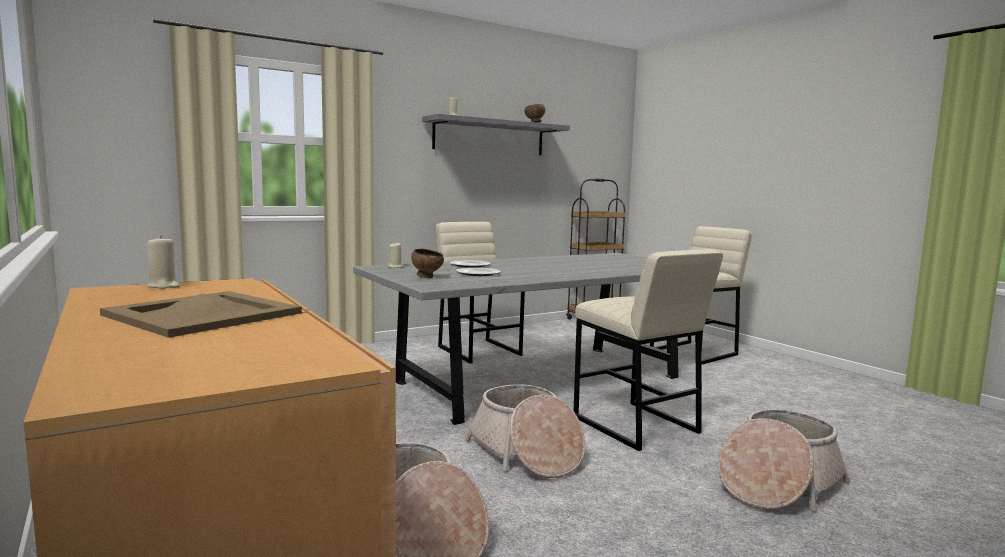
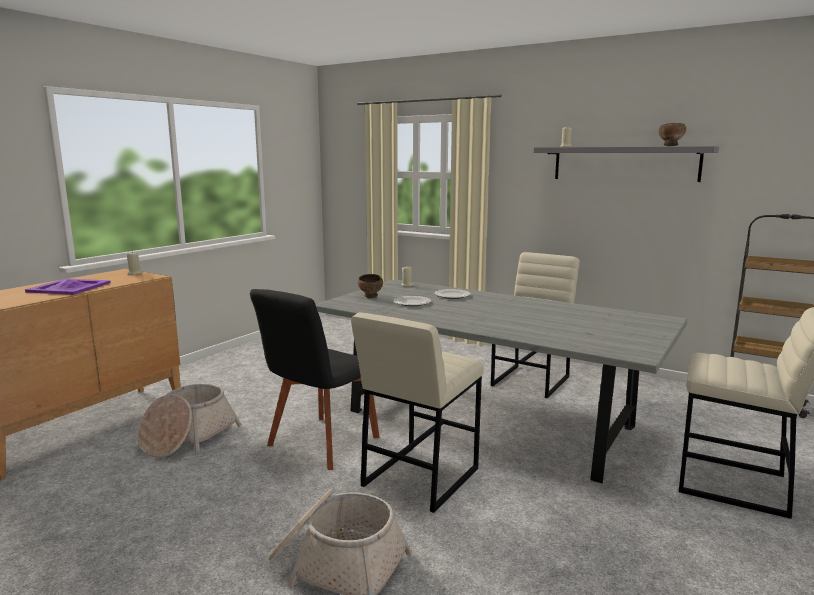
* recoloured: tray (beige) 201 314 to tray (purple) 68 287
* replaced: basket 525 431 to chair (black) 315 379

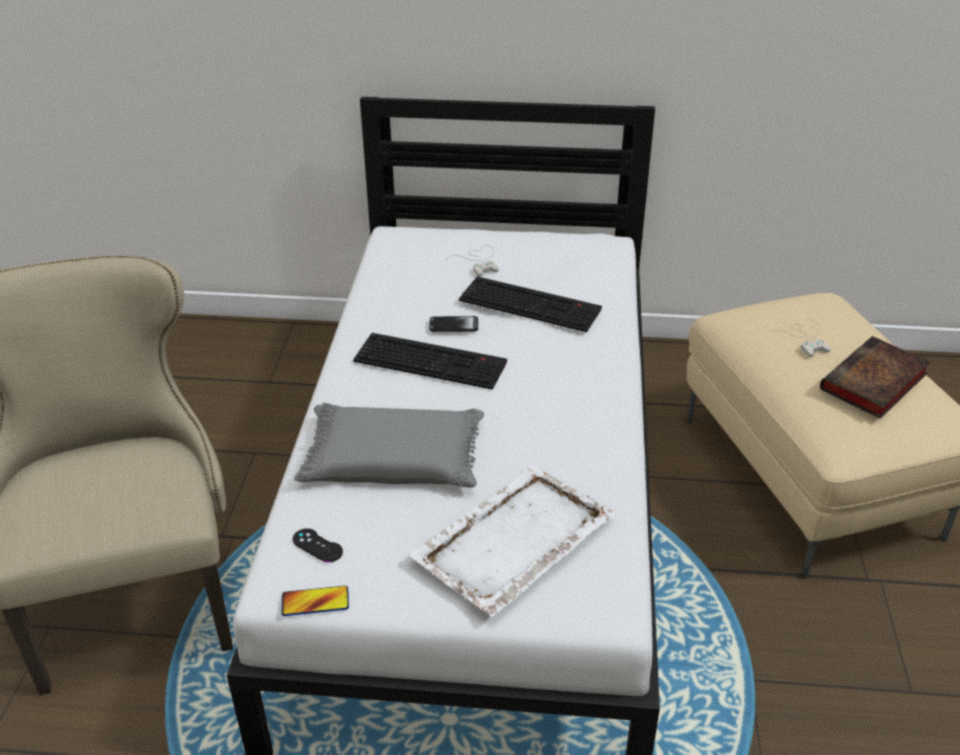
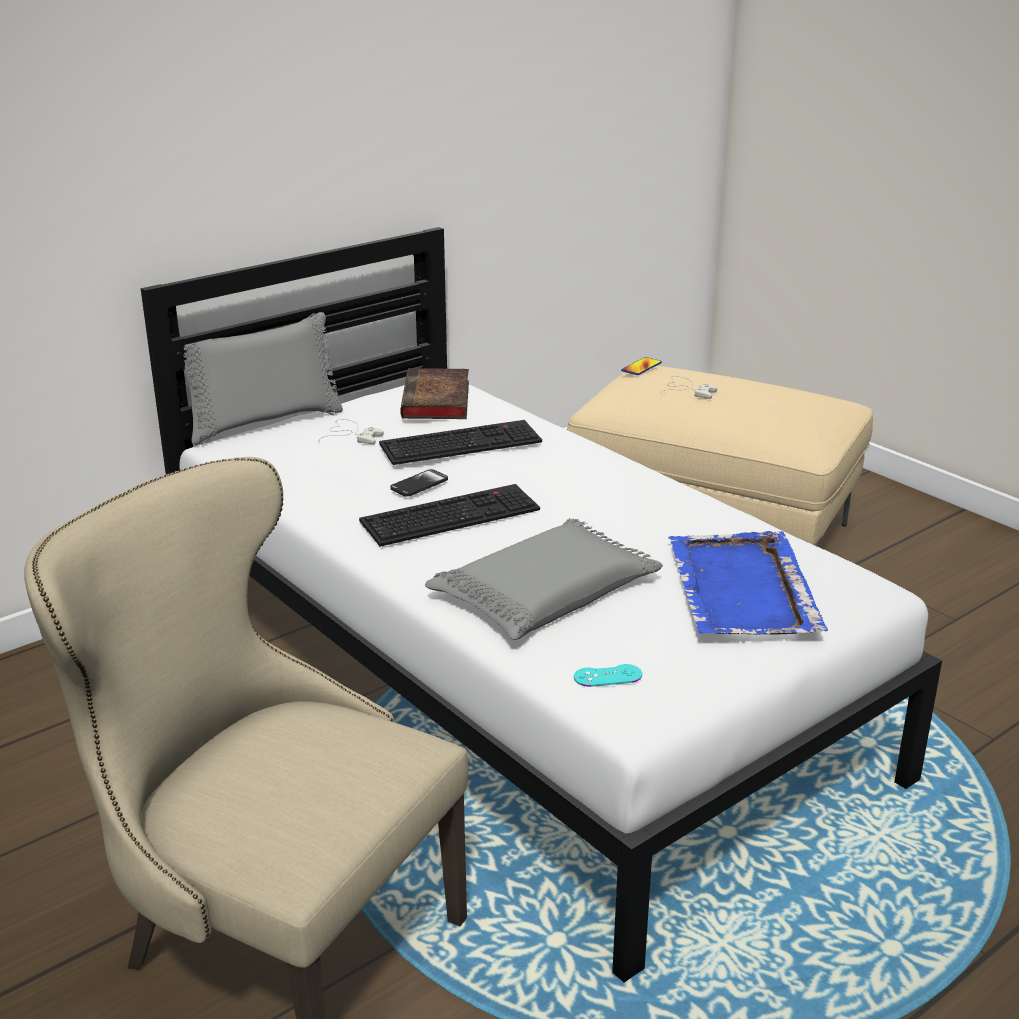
* moved: book 875 377 to 434 393
* recoloured: tray (white) 512 541 to tray (blue) 748 583
* recoloured: game controller (black) 317 545 to game controller (turquoise) 608 675
* moved: phone 315 601 to 641 366
* added: pillow (grey) 263 378

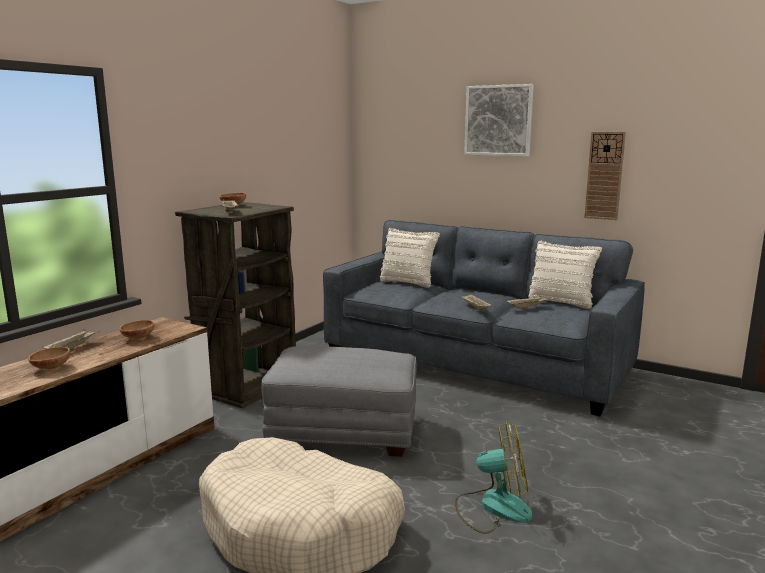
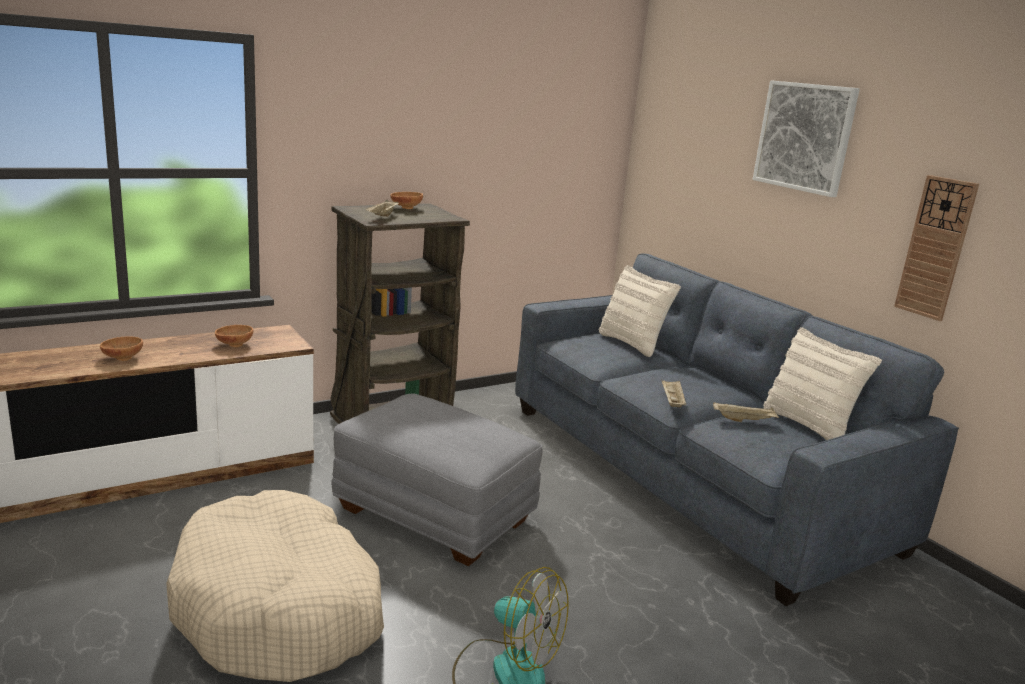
* removed: tray (beige) 71 340

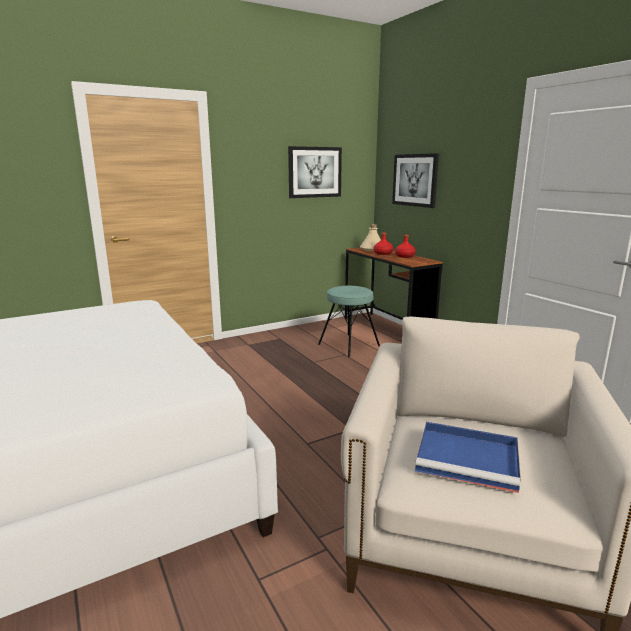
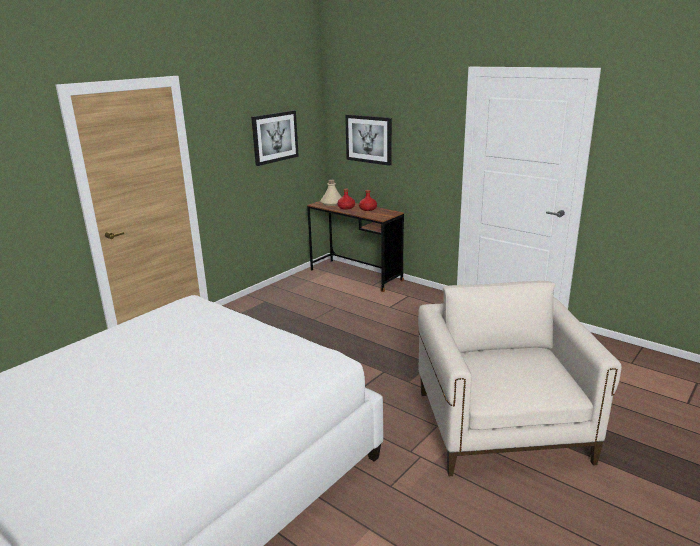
* removed: stool (turquoise) 349 321
* removed: tray (blue) 468 457

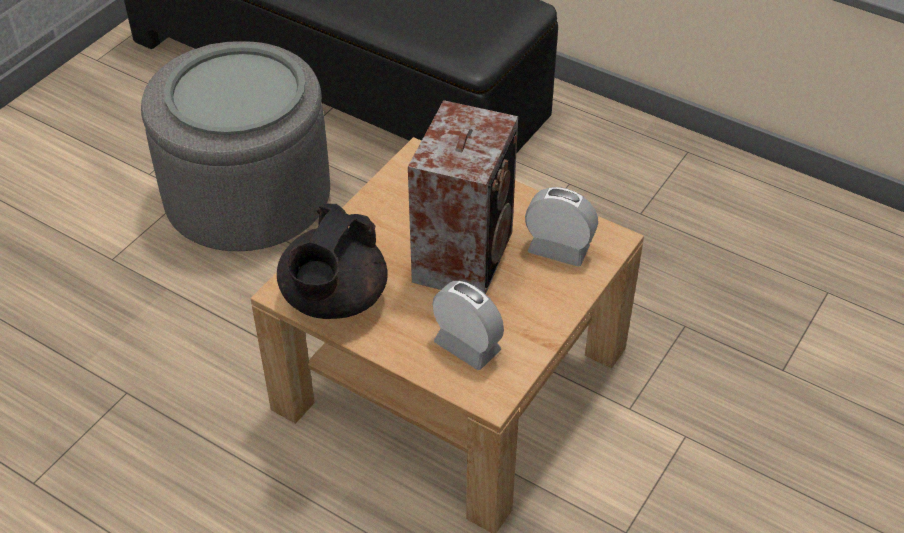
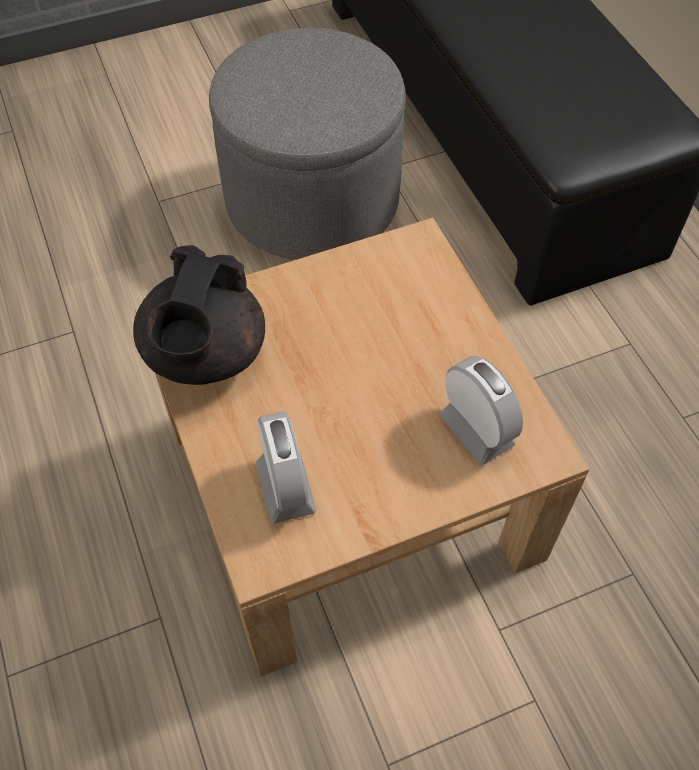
* removed: tray (grey) 234 89
* removed: speaker 463 197
* turned: teapot (black) 332 261 = 199 315 45 degrees counterclockwise

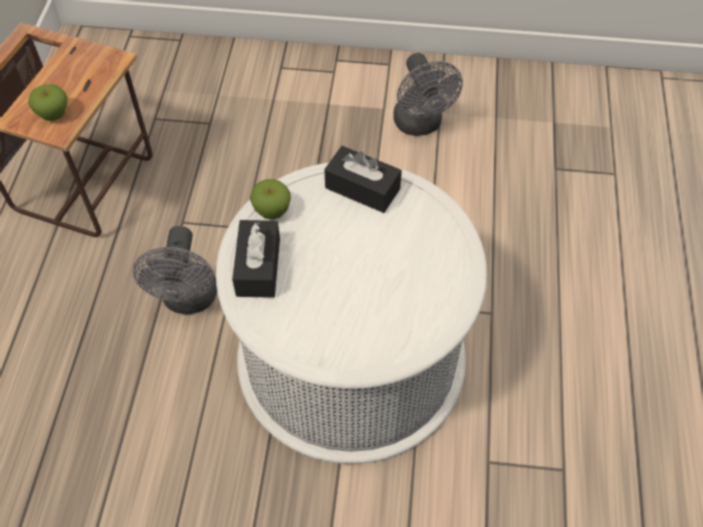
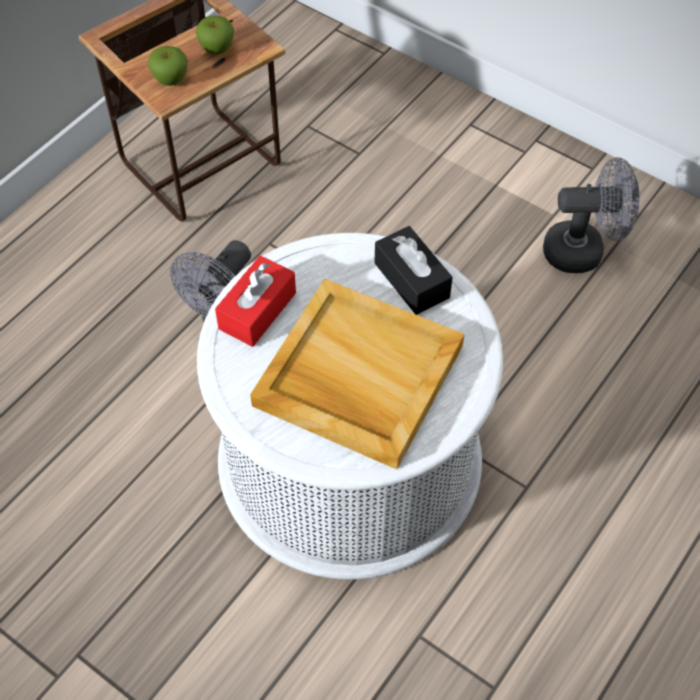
* turned: fan (grey) 428 94 = 591 215 105 degrees counterclockwise
* moved: apple 270 199 to 214 35
* recoloured: tissue box (black) 256 259 to tissue box (red) 255 301
* added: tray (beige) 357 374

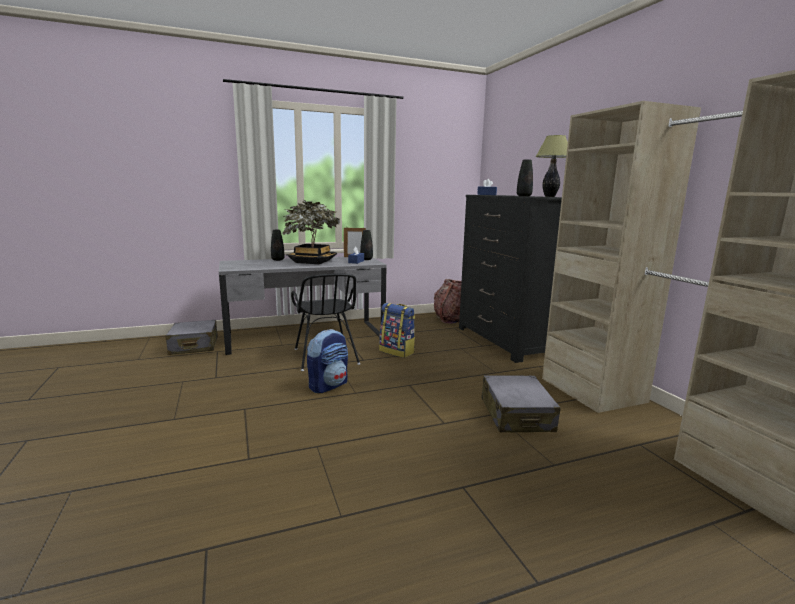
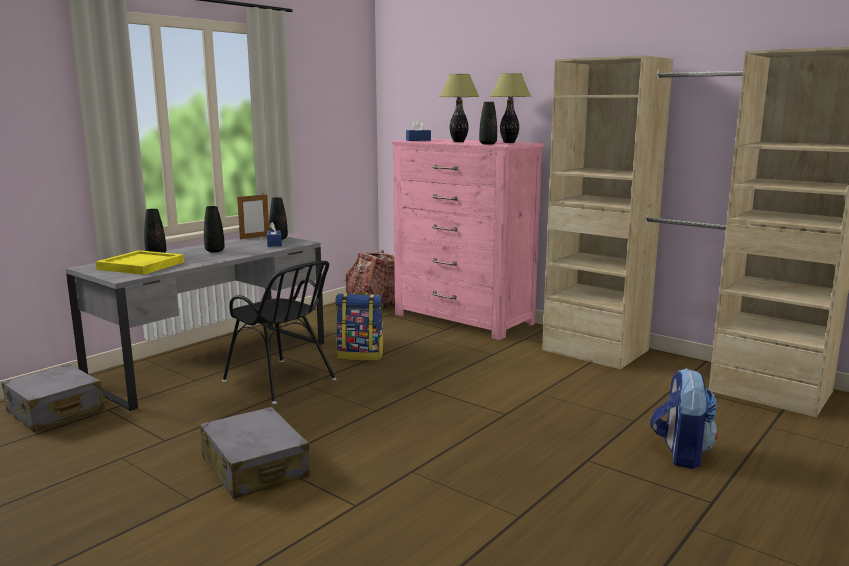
* recoloured: dresser (black) 510 279 to dresser (pink) 468 239
* replaced: potted plant 311 232 to vase (black) 214 229
* moved: backpack 327 361 to 684 418
* moved: suitcase (grey) 521 403 to 255 453
* added: table lamp 459 108
* added: tray (yellow) 140 262

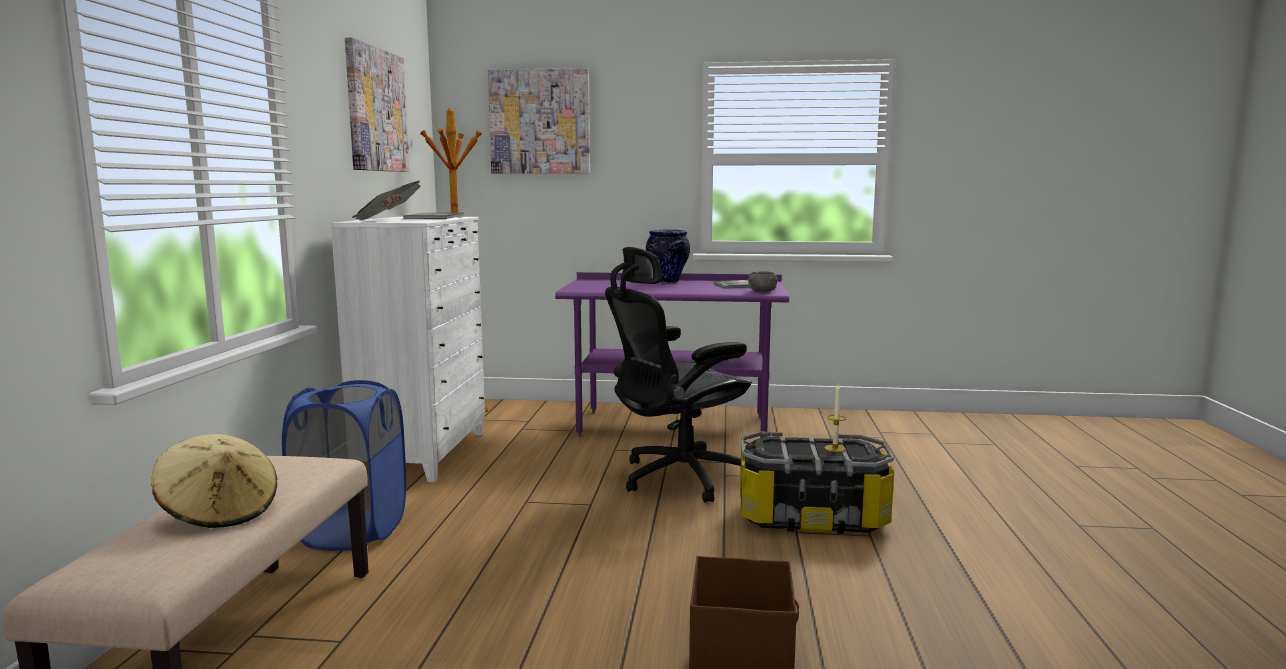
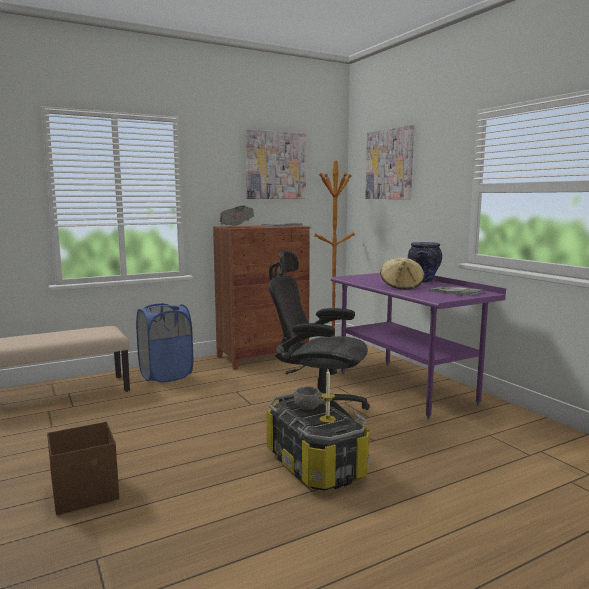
* recoloured: dresser (white) 408 349 to dresser (brown) 262 297
* moved: bowl (grey) 762 281 to 307 398
* moved: hat (beige) 214 481 to 402 274

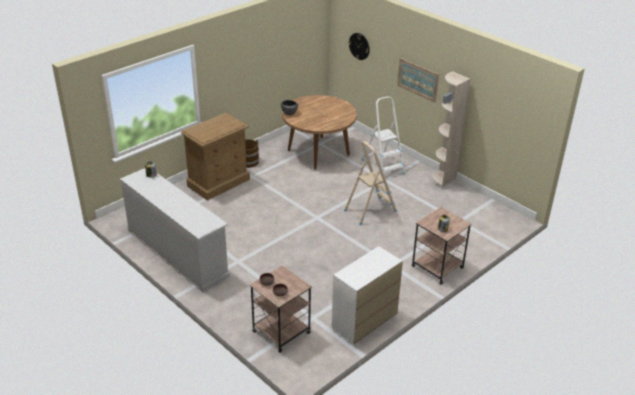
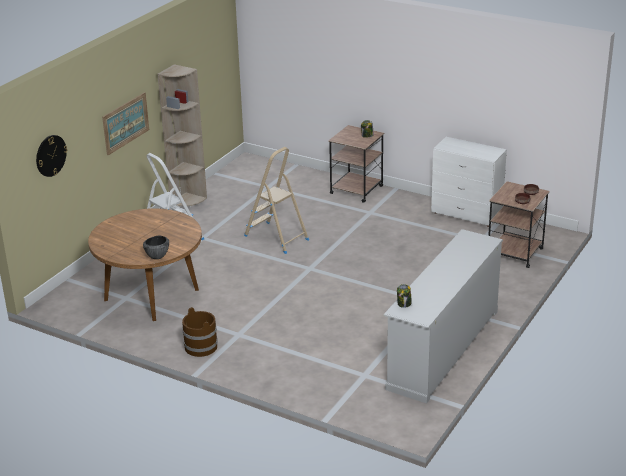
* removed: dresser (brown) 215 156

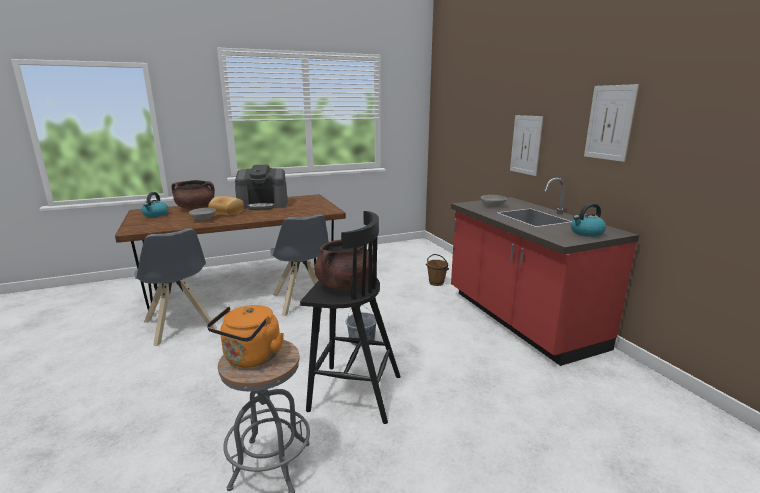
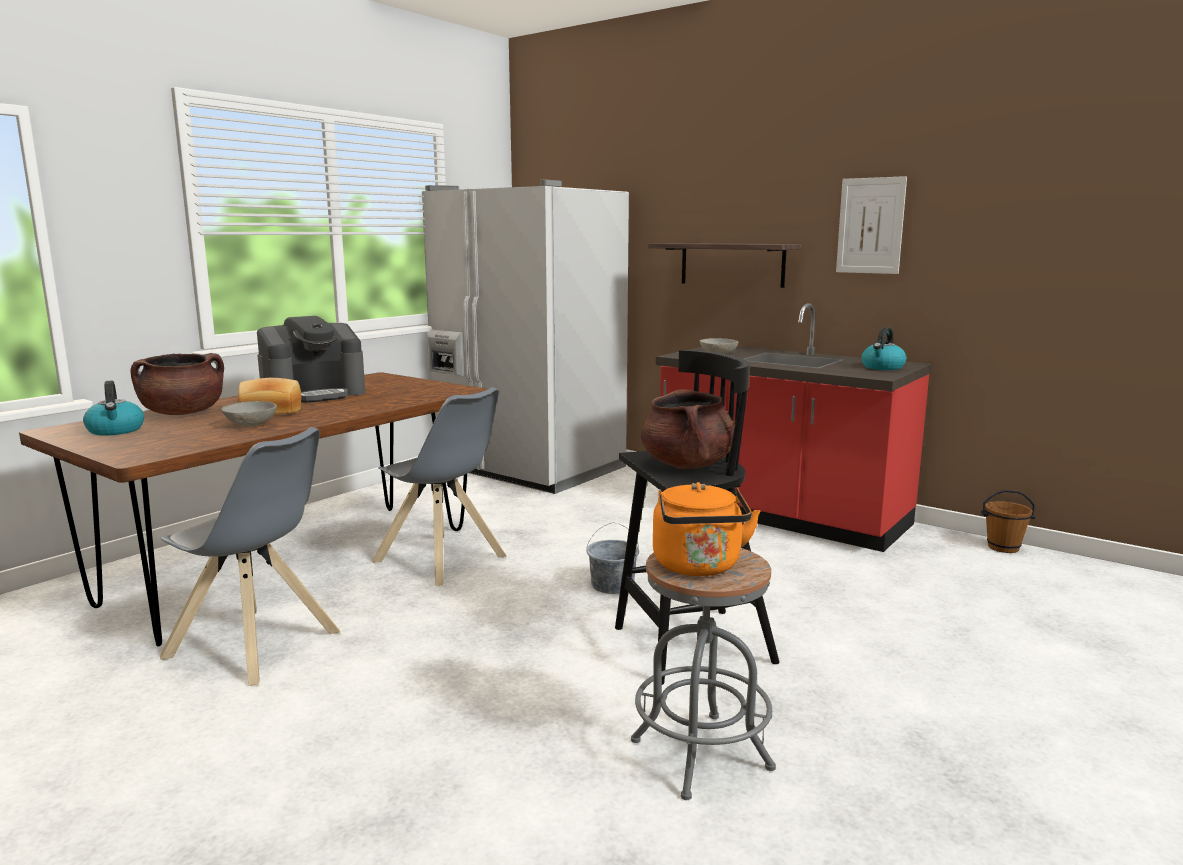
* replaced: picture 526 145 to shelf 725 265
* moved: bucket (brown) 437 270 to 1008 521
* added: fridge (white) 525 337

